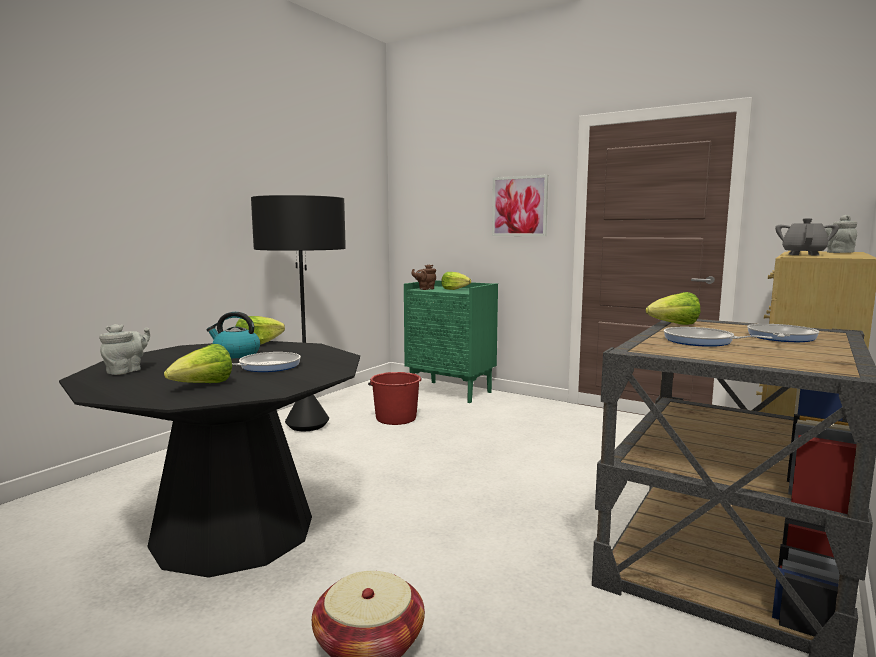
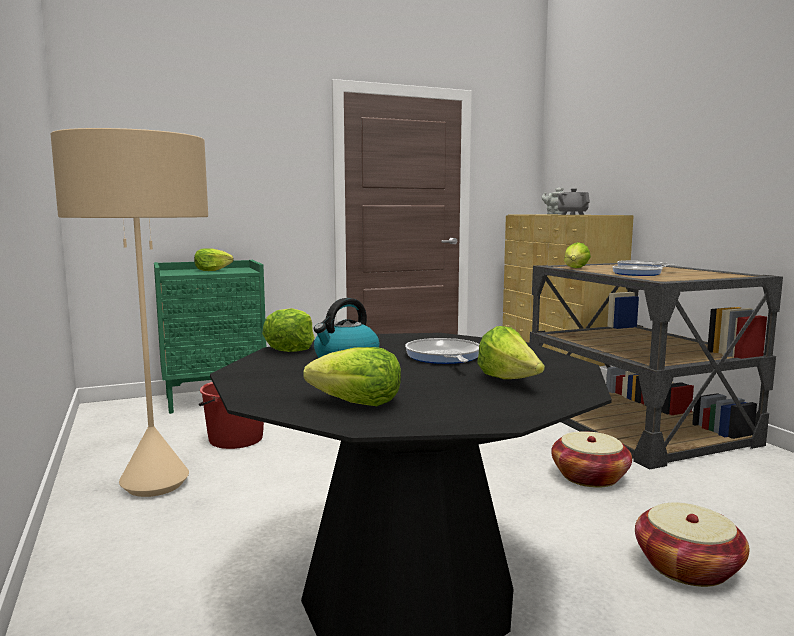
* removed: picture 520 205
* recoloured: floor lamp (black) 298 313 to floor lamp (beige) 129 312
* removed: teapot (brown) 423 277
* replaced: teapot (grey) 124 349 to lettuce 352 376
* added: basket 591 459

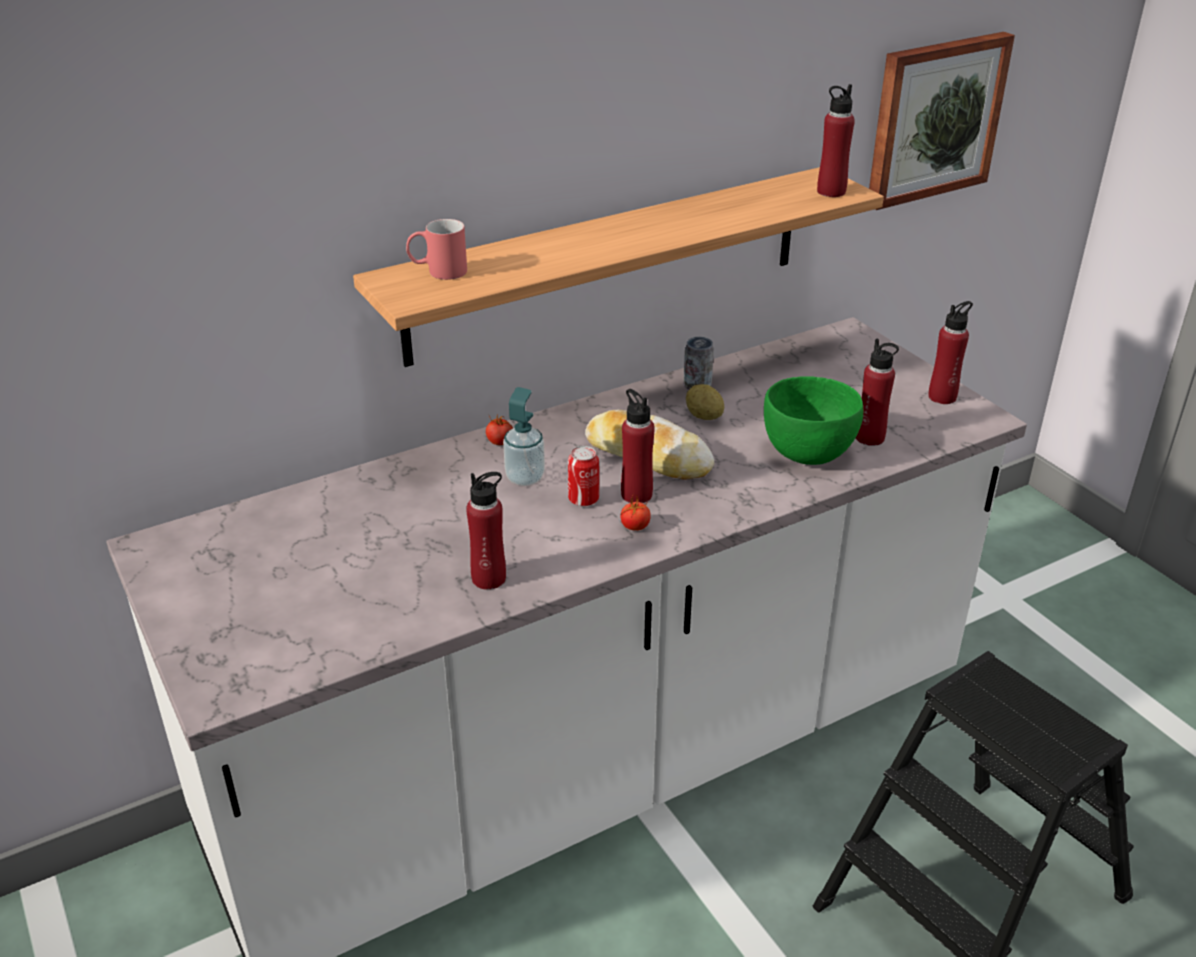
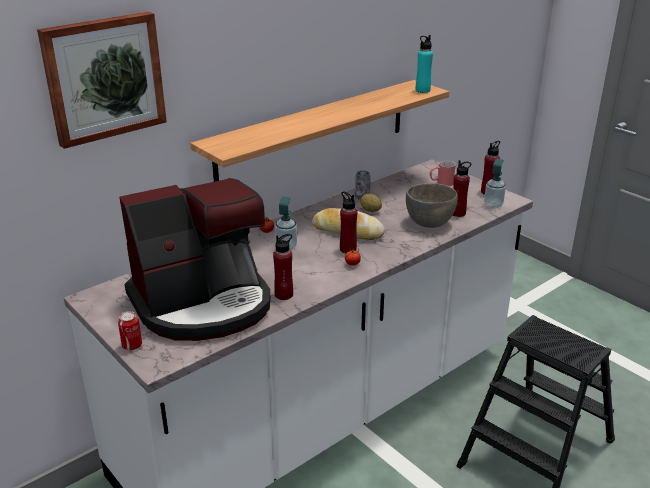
* moved: picture 942 121 to 102 80
* recoloured: bottle (red) 836 140 to bottle (turquoise) 424 64
* moved: mug (red) 436 249 to 443 173
* recoloured: bowl (green) 813 420 to bowl (grey) 432 205
* moved: can 583 476 to 130 330
* added: soap dispenser 495 183
* added: coffee machine 194 259

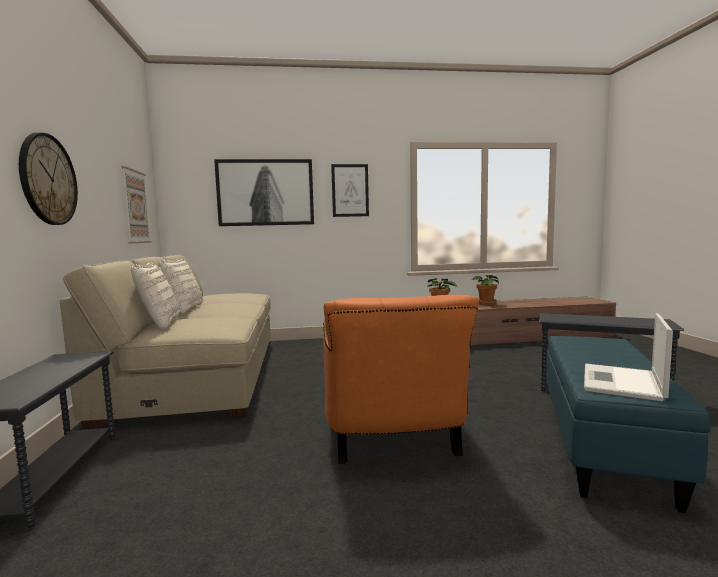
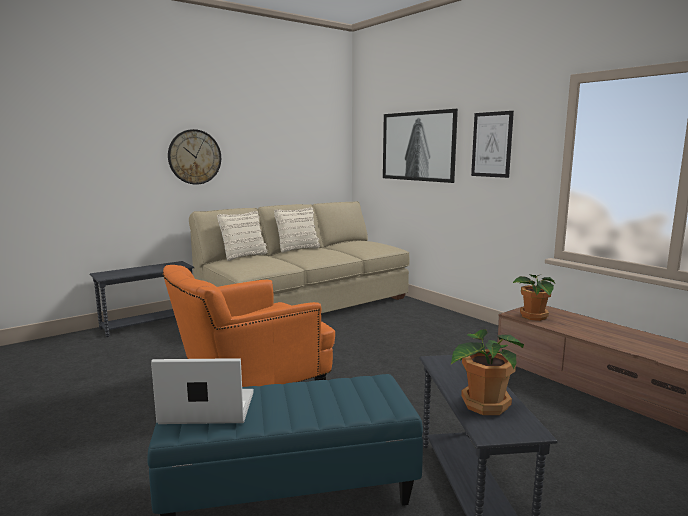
* removed: picture 136 204
* moved: potted plant 485 290 to 487 372

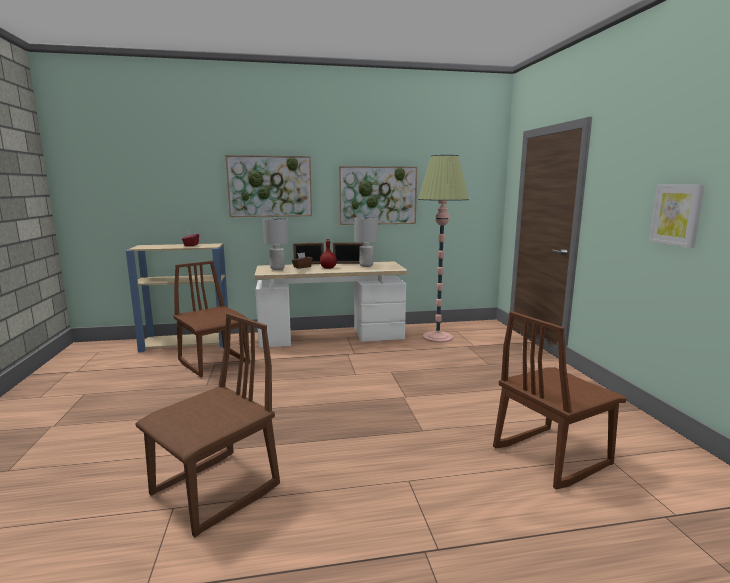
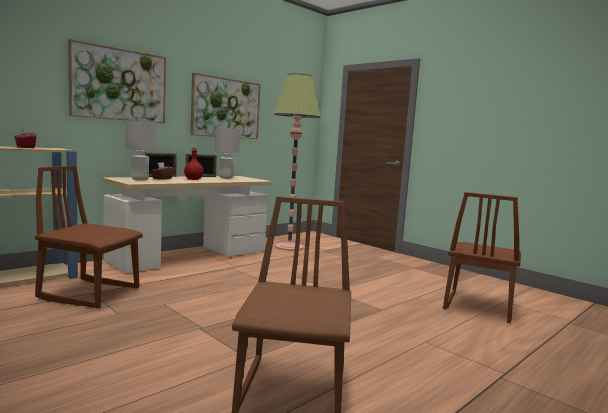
* removed: picture 677 216

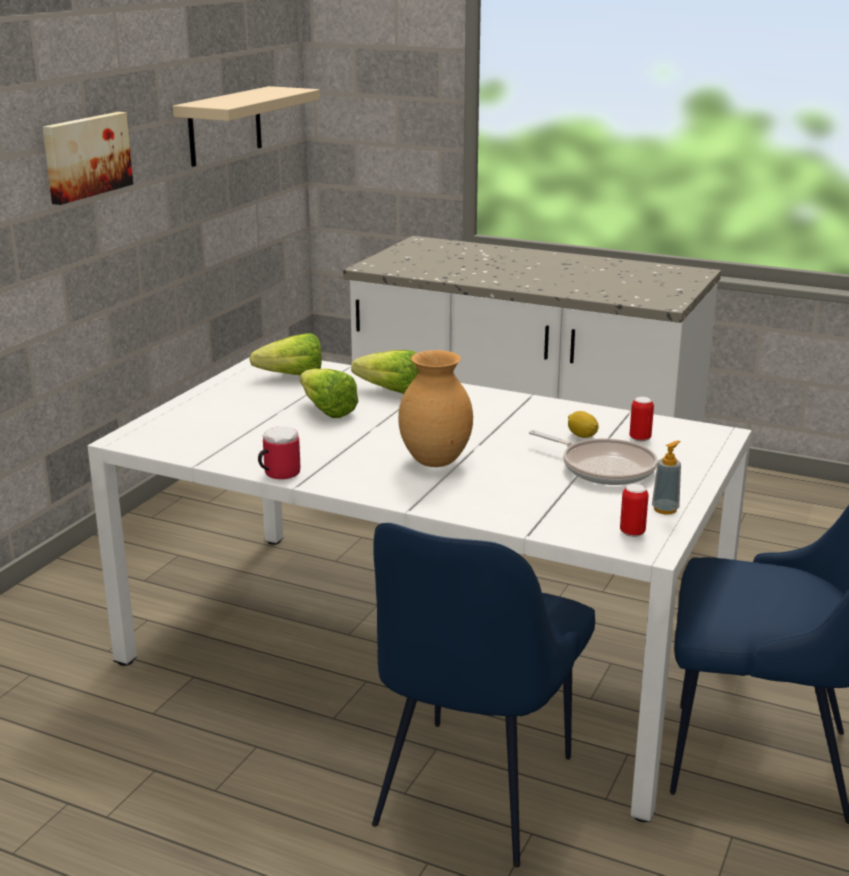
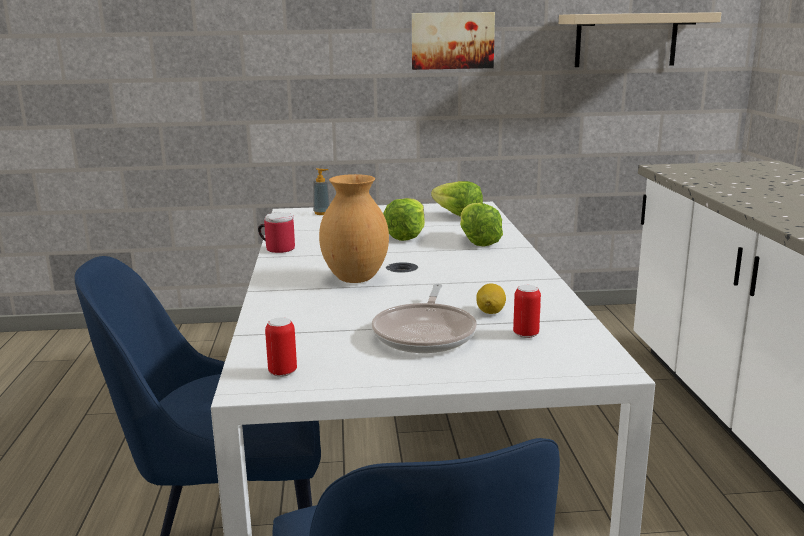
* moved: soap dispenser 666 477 to 321 191

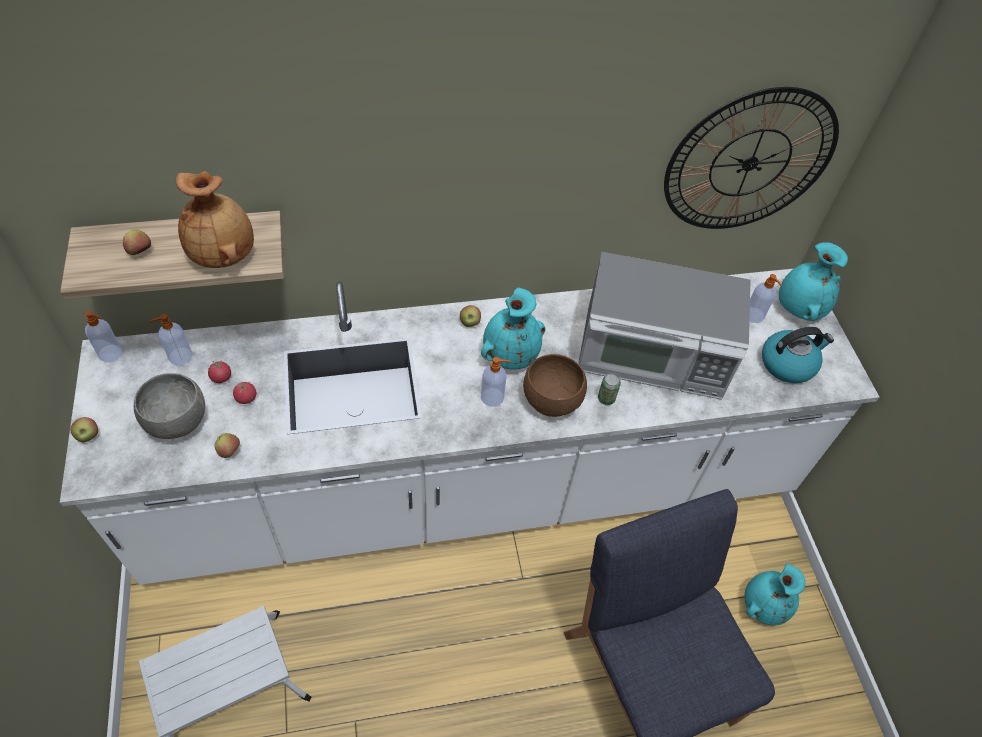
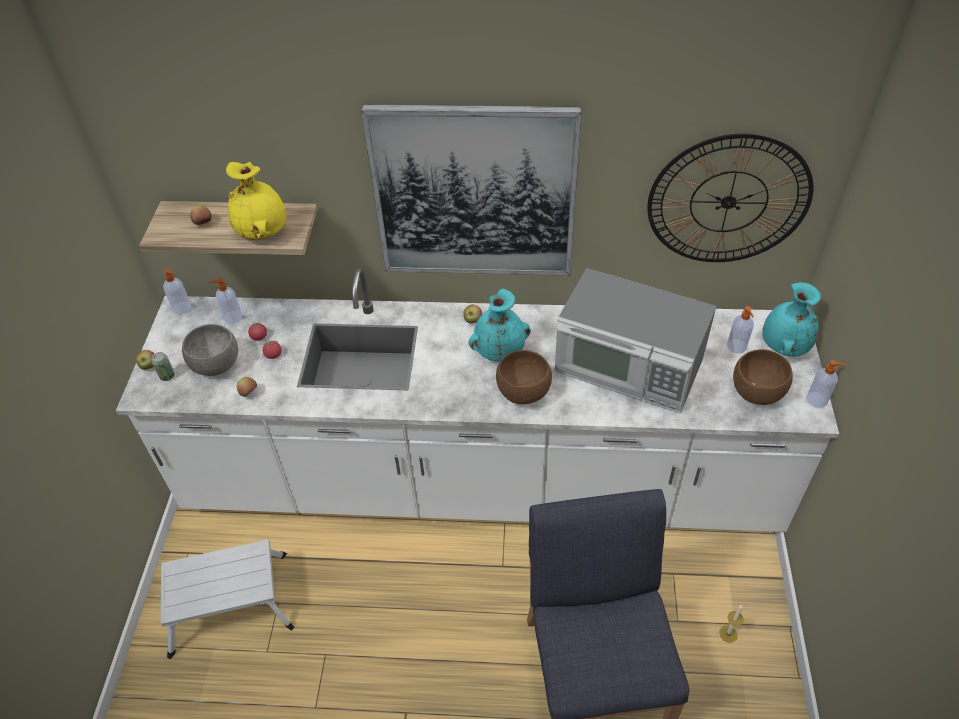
* recoloured: vase (brown) 215 219 to vase (yellow) 256 200
* replaced: kettle 798 355 to bowl (brown) 763 377
* moved: soap dispenser 496 382 to 827 384
* moved: can 609 389 to 163 366
* replaced: vase (turquoise) 775 594 to candle 731 624
* added: picture 471 190

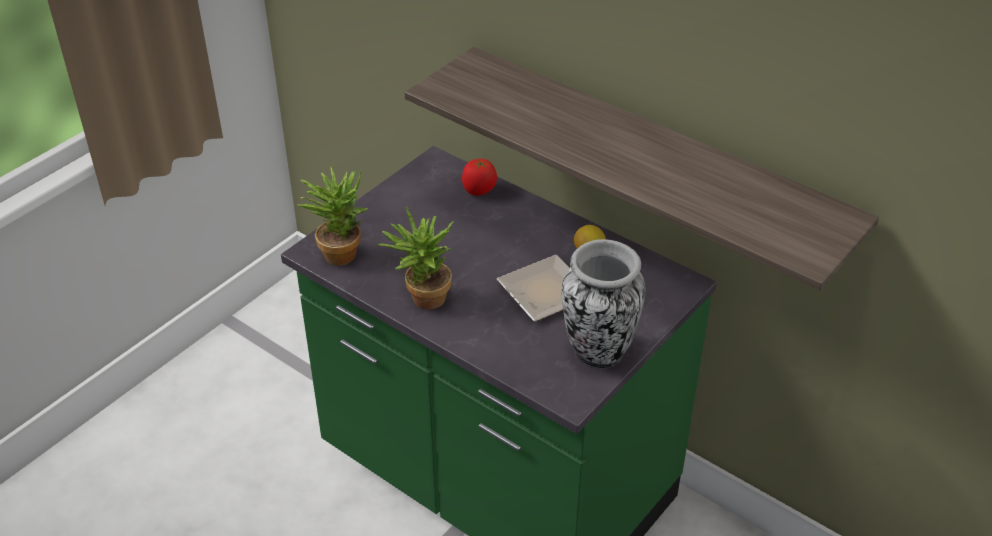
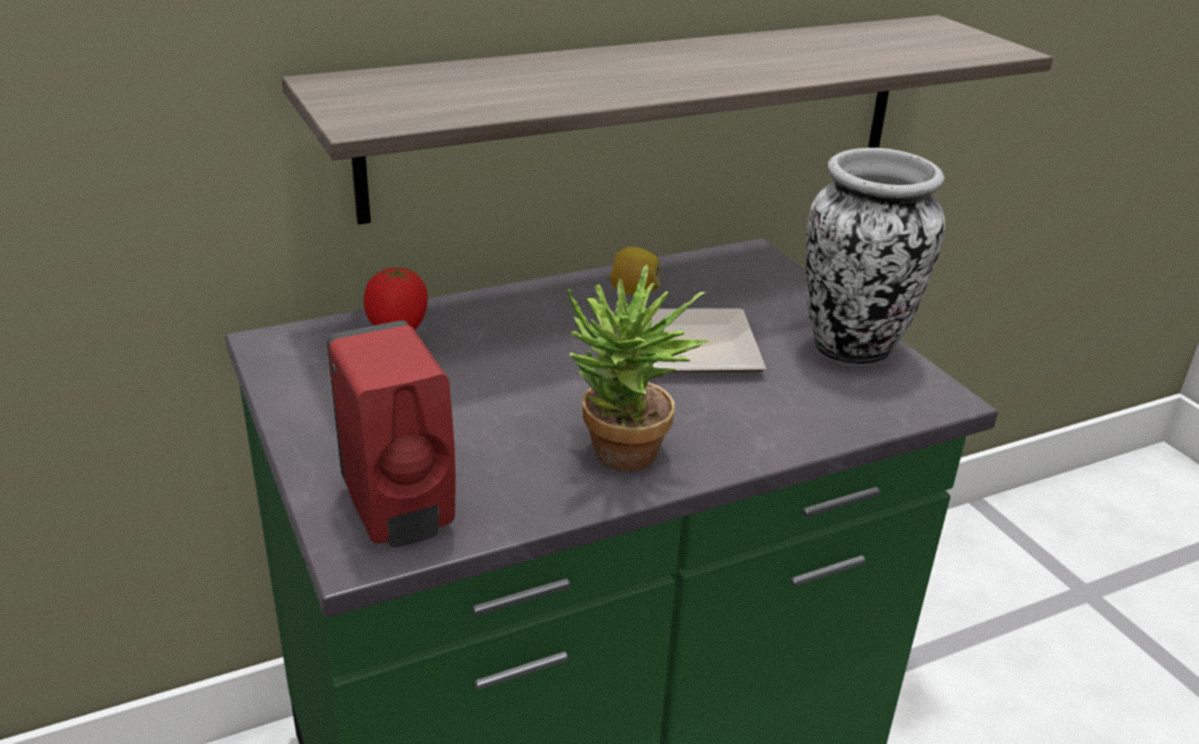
* replaced: potted plant 332 216 to soap dispenser (red) 391 433

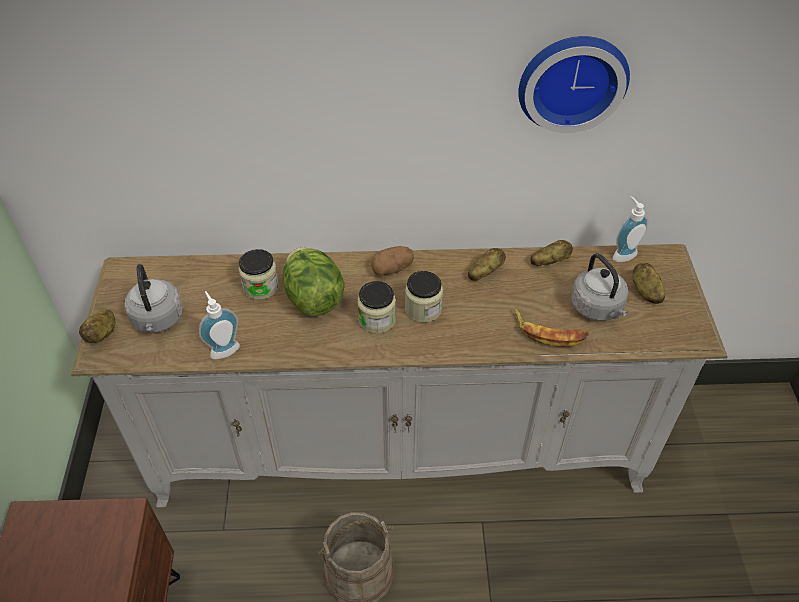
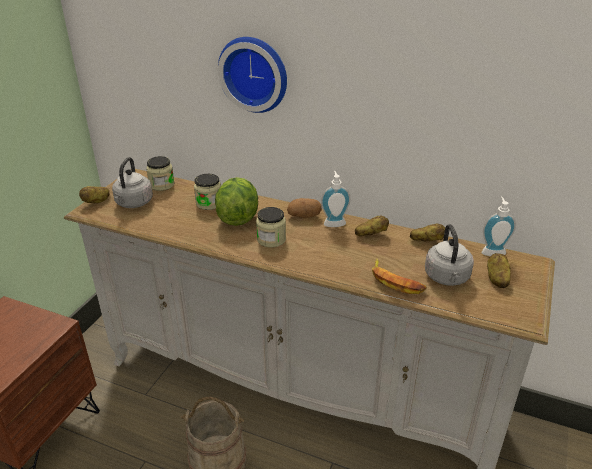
* moved: wall clock 574 84 to 252 75
* moved: jar 424 297 to 160 173
* moved: soap dispenser 219 325 to 335 199

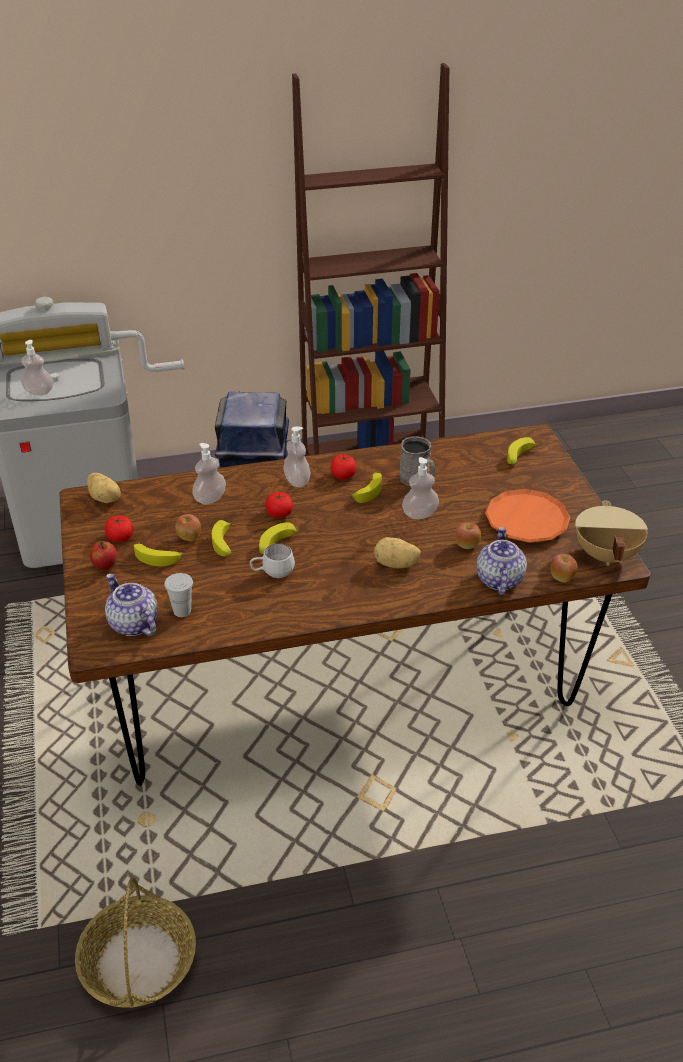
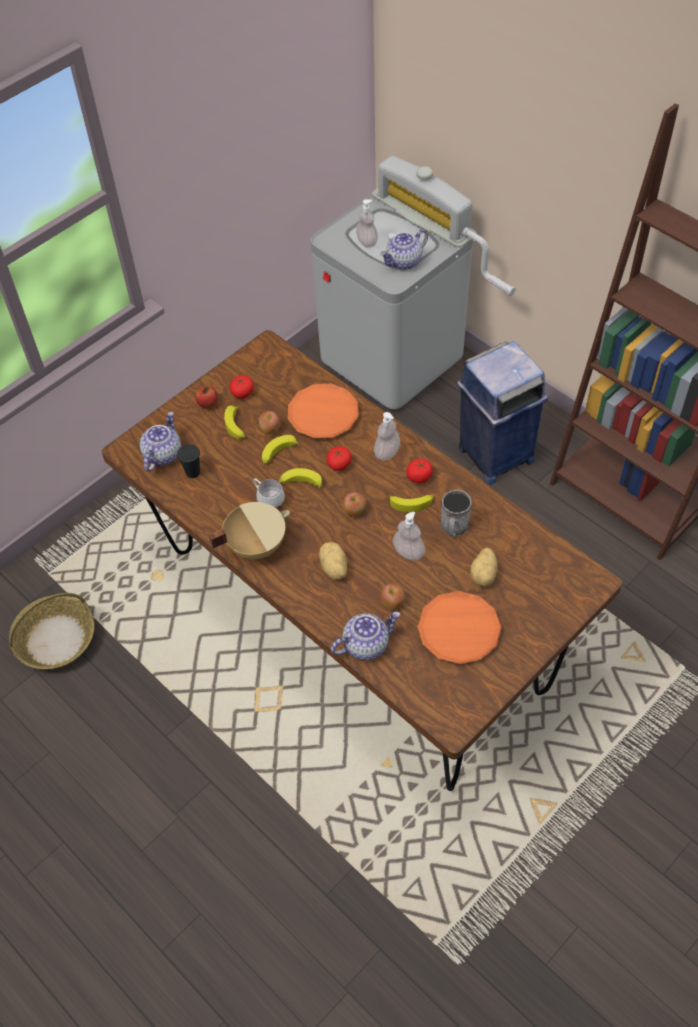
* removed: banana 522 451
* replaced: soap dispenser 209 474 to plate (orange) 323 410
* moved: potato 104 488 to 484 567
* moved: cooking pot (beige) 611 533 to 249 530
* moved: apple 564 568 to 354 504
* recoloured: cup (white) 178 595 to cup (black) 188 461
* added: teapot 404 249

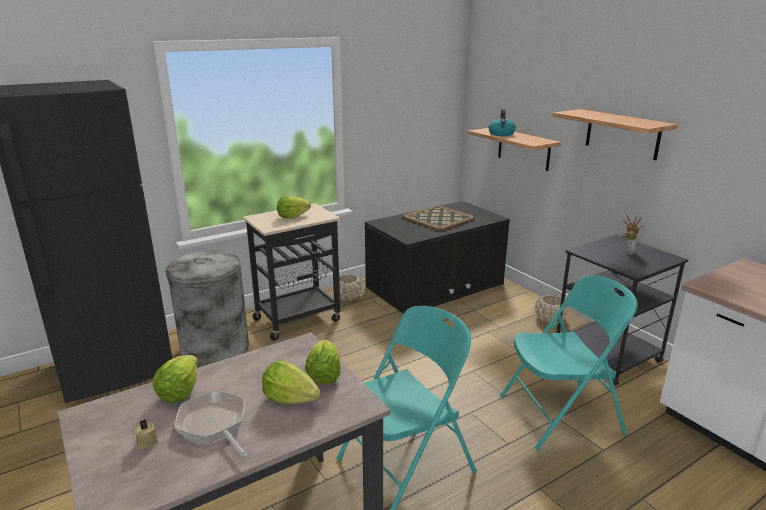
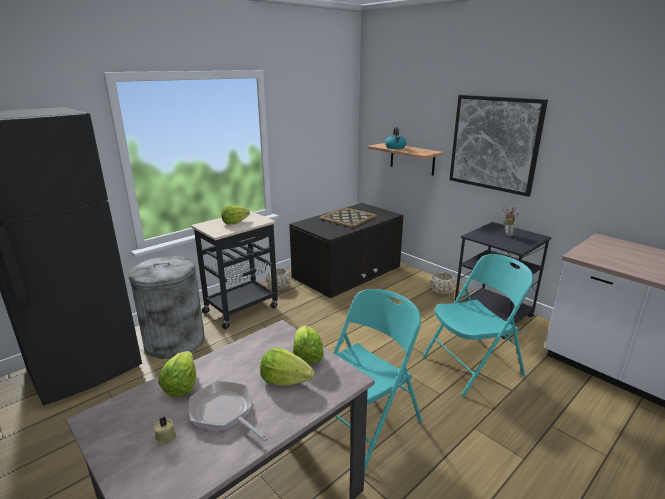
* replaced: shelf 614 134 to picture 498 146

